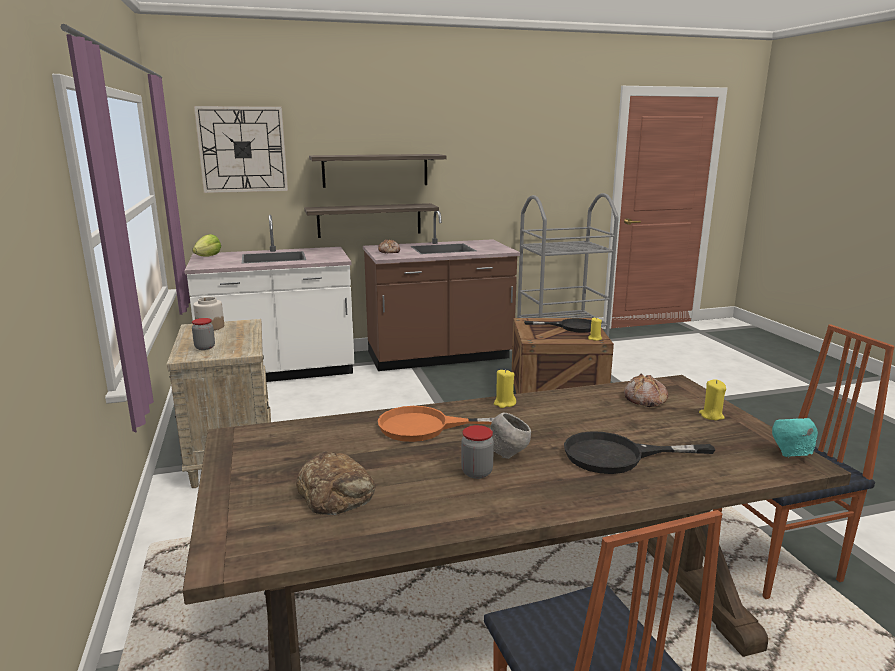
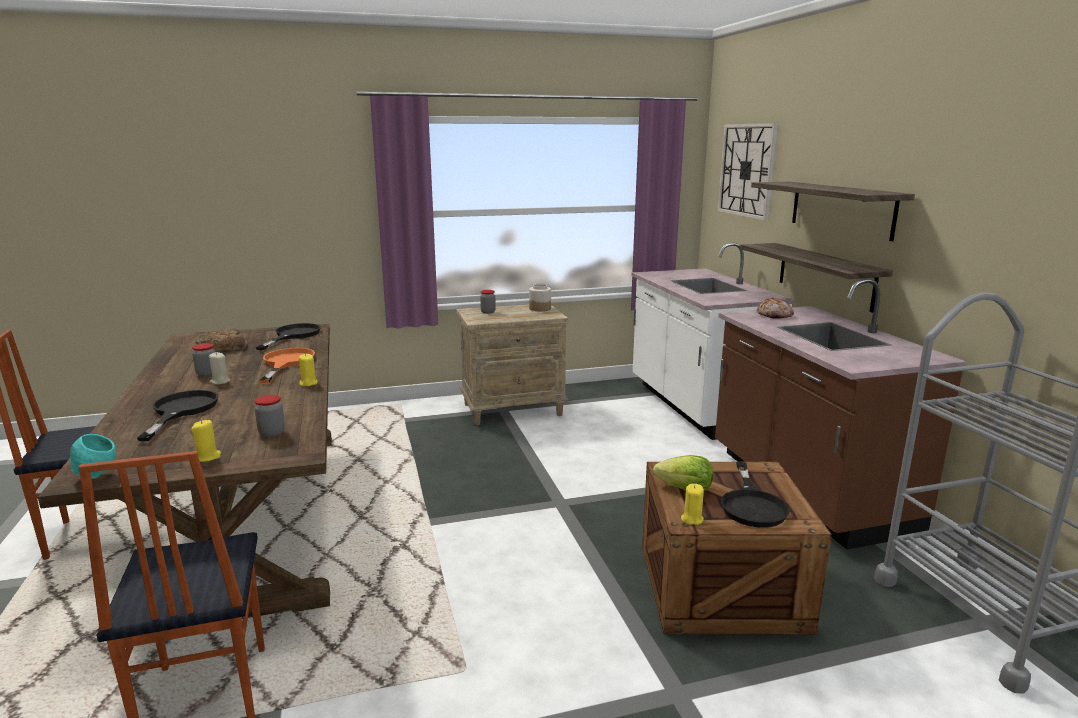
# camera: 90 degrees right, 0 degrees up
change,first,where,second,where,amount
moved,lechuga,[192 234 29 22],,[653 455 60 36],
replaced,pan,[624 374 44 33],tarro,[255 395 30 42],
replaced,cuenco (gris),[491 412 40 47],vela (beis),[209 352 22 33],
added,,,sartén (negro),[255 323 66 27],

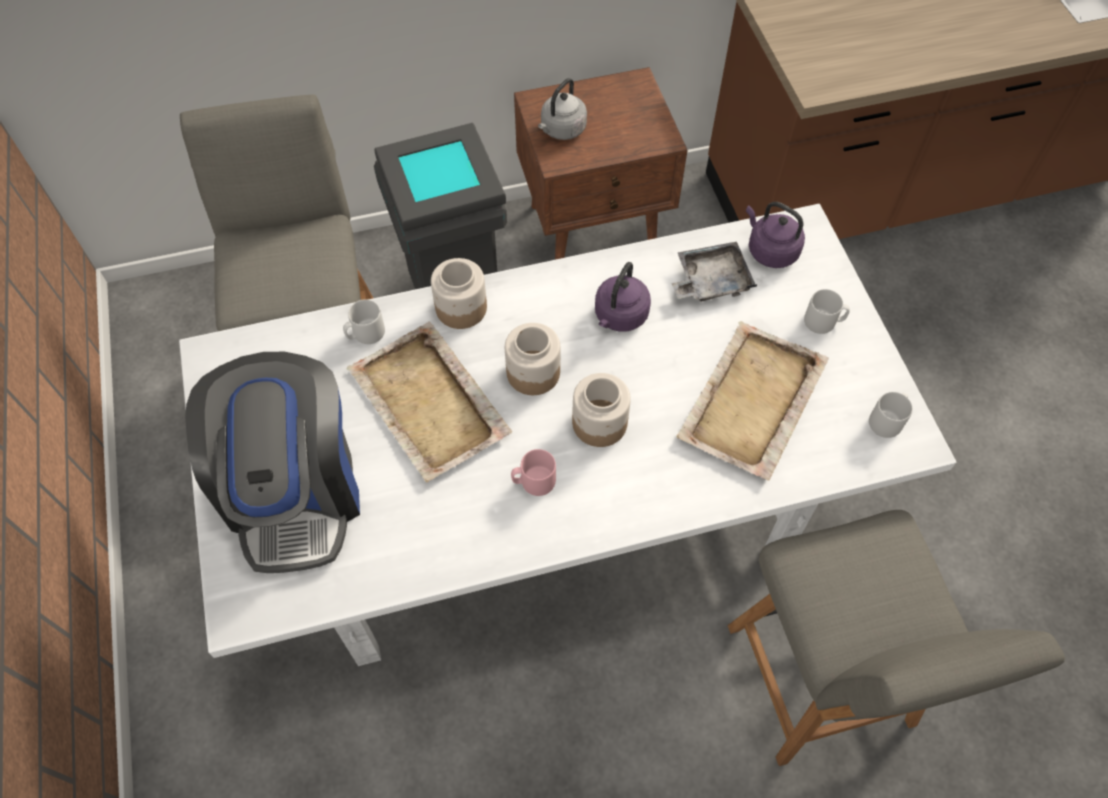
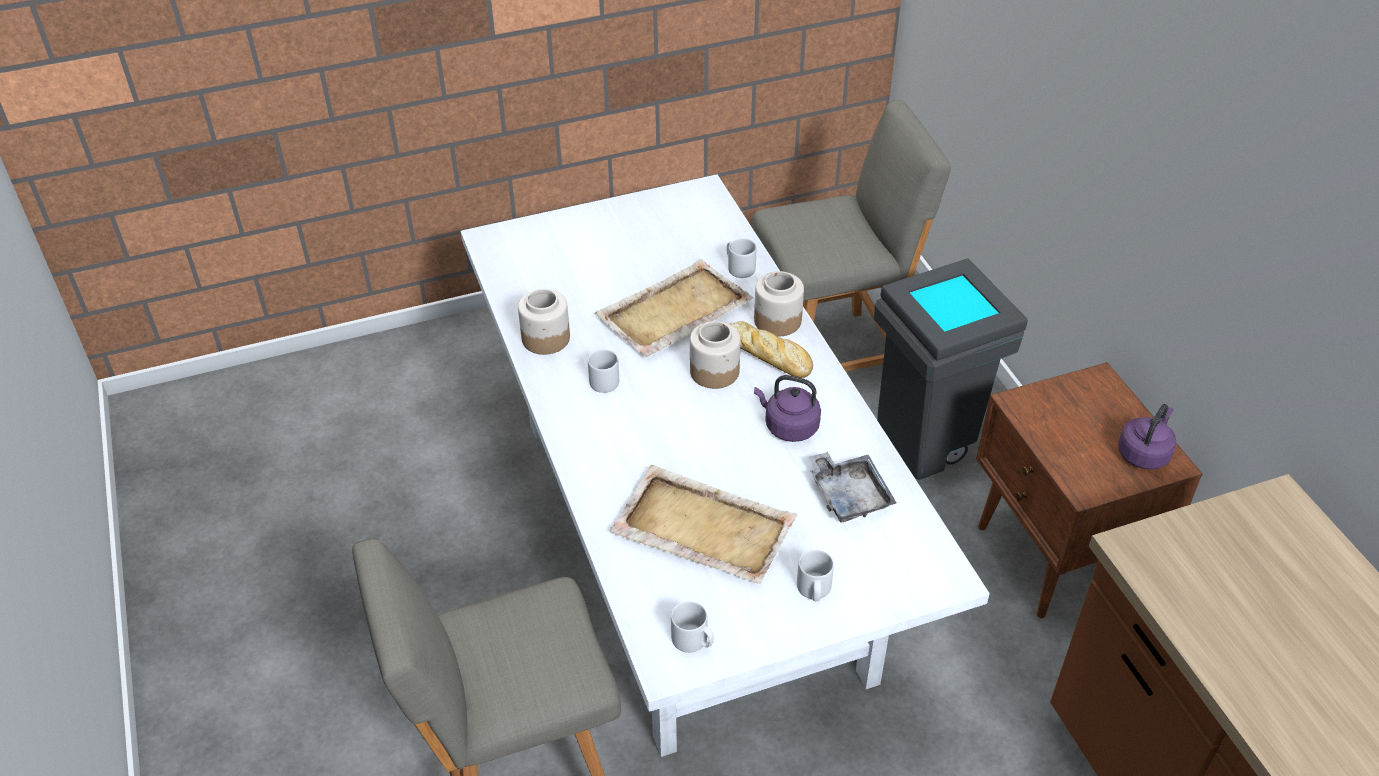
# camera: 85 degrees right, 15 degrees down
change,first,where,second,where,amount
removed,hervidor (gris),[538 78 49 62],,,
moved,hervidor (morado),[746 202 59 66],,[1118 404 58 66],
removed,cafetera,[185 352 175 221],,,
moved,tarro,[572 373 59 74],,[518 289 52 66],
recoloured,taza grande (rosa),[511 449 45 47],taza grande (gris),[588 349 31 44],
added,,,pan,[730 321 83 57],

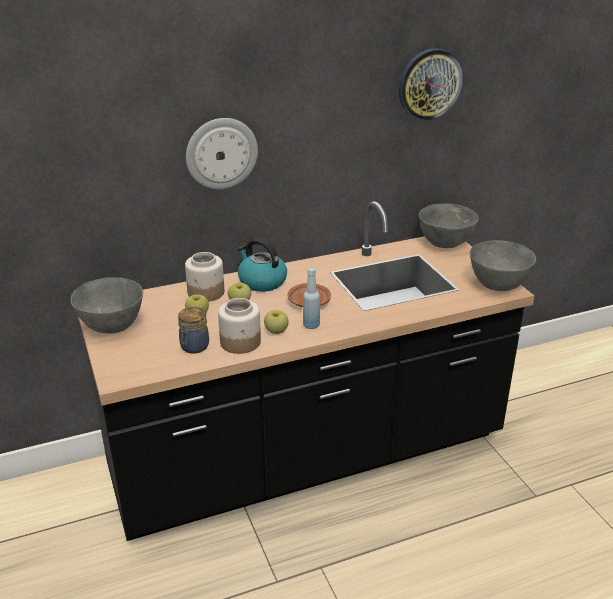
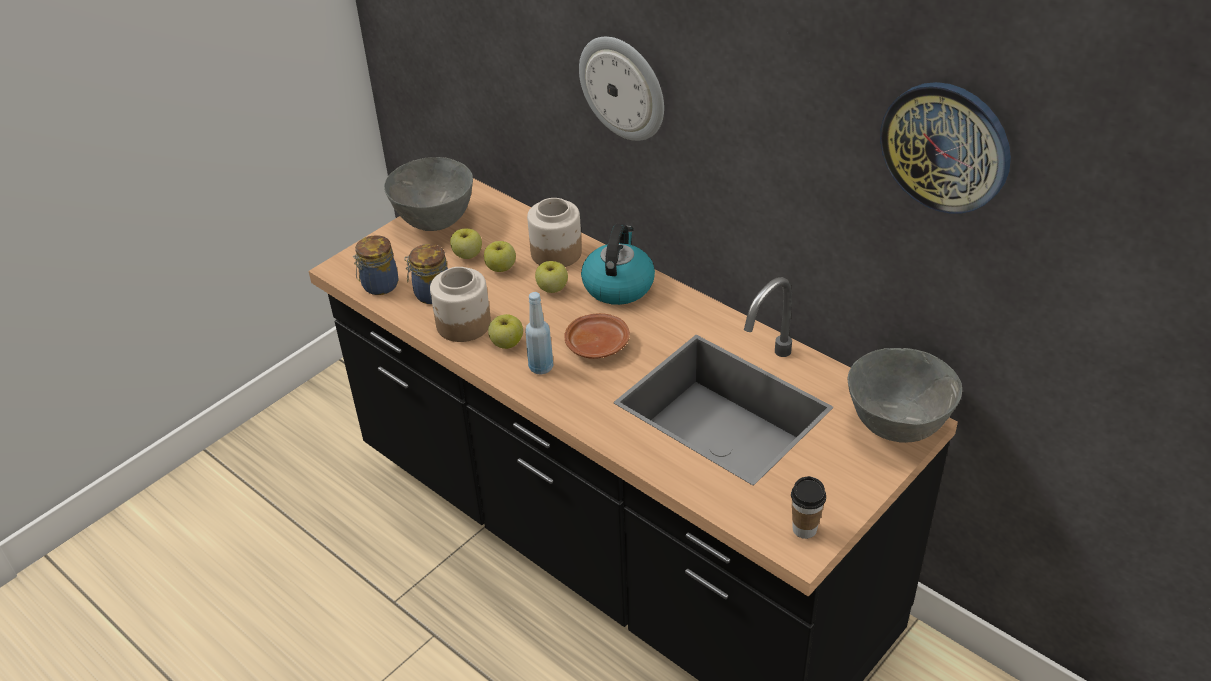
# camera: 65 degrees right, 10 degrees up
change,first,where,second,where,amount
replaced,cuenco (gris),[470 240 66 51],taza,[791 476 35 63],
added,,,manzana,[450 229 32 30],
added,,,tarro,[353 235 46 60],

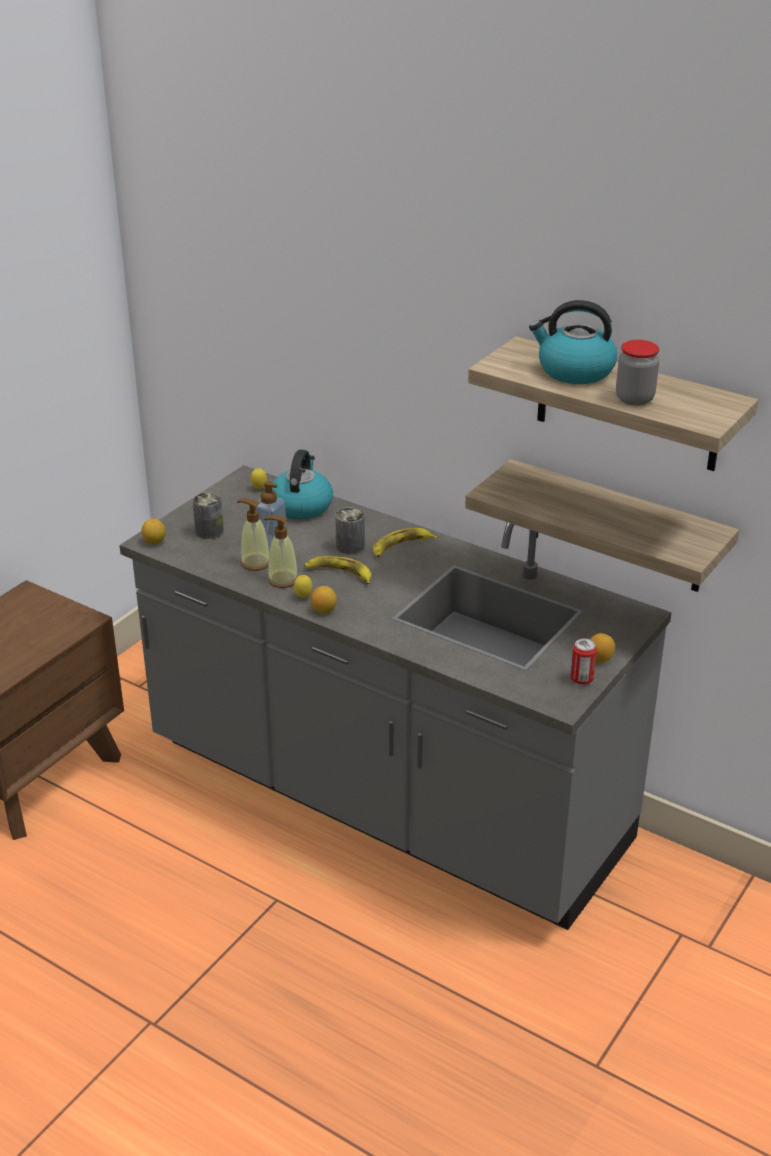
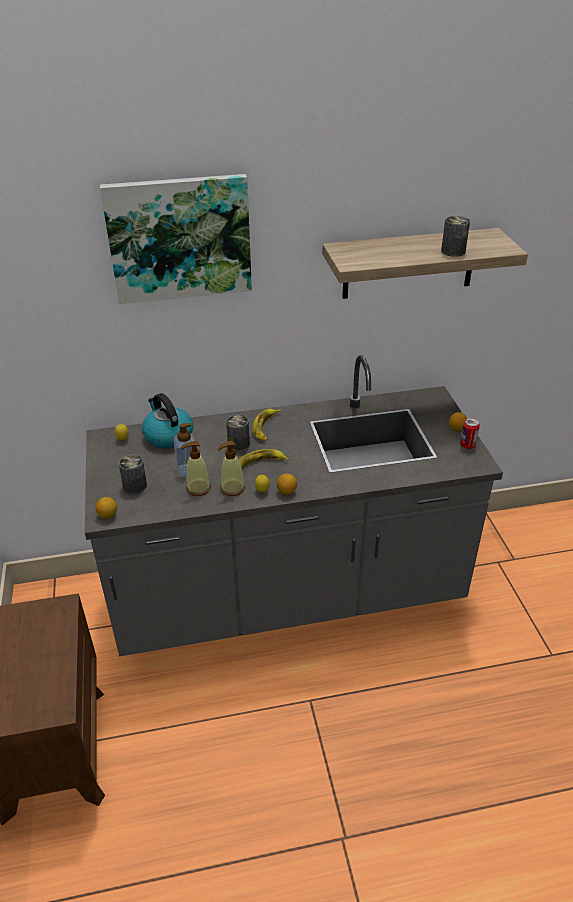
# camera: 45 degrees left, 5 degrees up
change,first,where,second,where,amount
removed,hervidor,[529 300 88 84],,,
replaced,tarro,[616 340 43 66],lata,[441 216 29 41],
removed,estante,[465 459 274 133],,,
added,,,cuadro,[100 174 152 130],

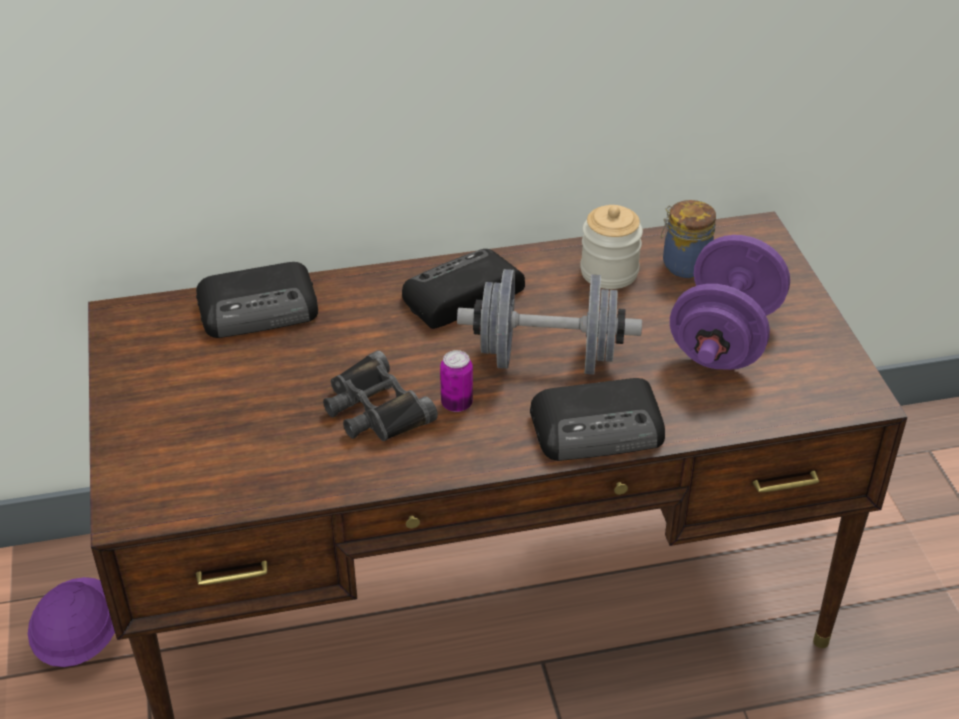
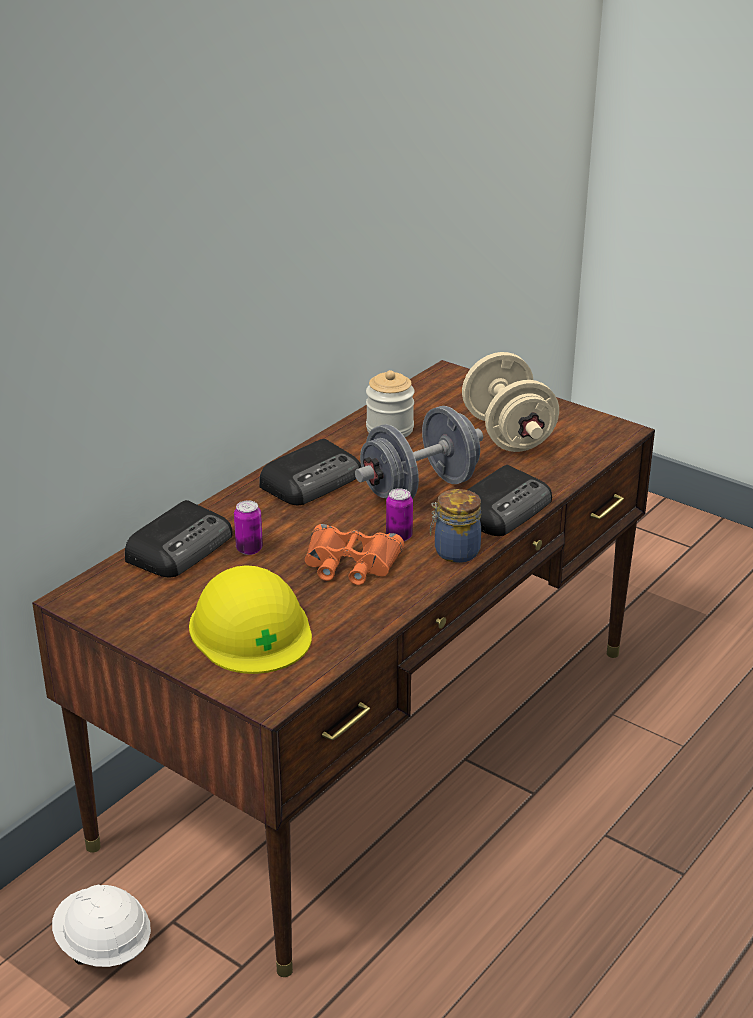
# camera: 40 degrees left, 10 degrees down
change,first,where,second,where,amount
moved,tarro,[661 200 55 78],,[430 489 51 74],
recoloured,mancuerna (morado),[670 235 120 135],mancuerna (beis),[462 352 97 100],
turned,radio,[402 249 123 80],,[259 439 102 66],150 degrees counterclockwise
recoloured,prismáticos (negro),[323 350 115 91],prismáticos (naranja),[305 524 99 61],
recoloured,casco (morado),[28 577 87 90],casco (blanco),[52 884 99 83],
added,,,lata,[234 500 29 55],
added,,,casco (amarillo),[189 565 123 109],

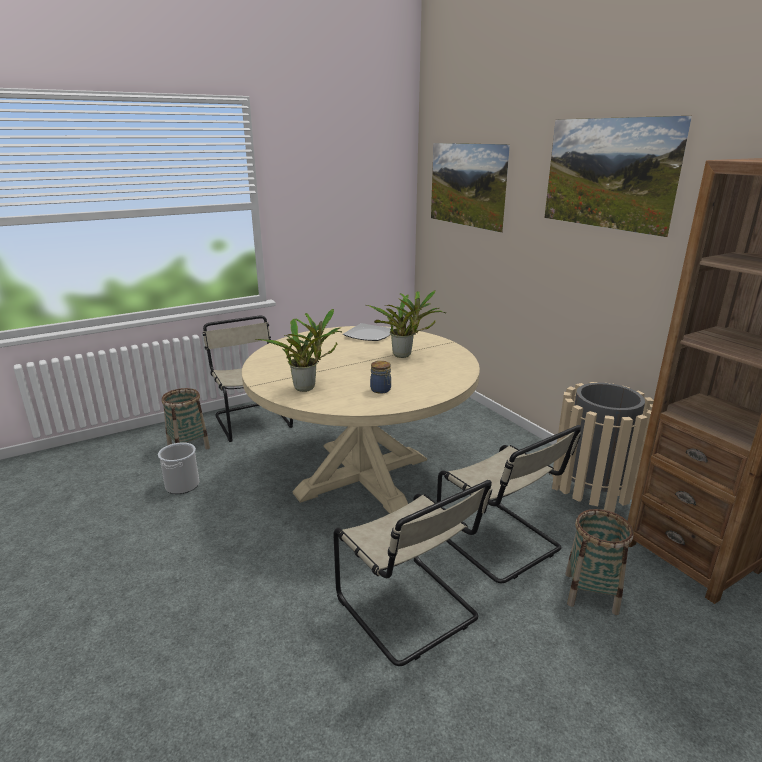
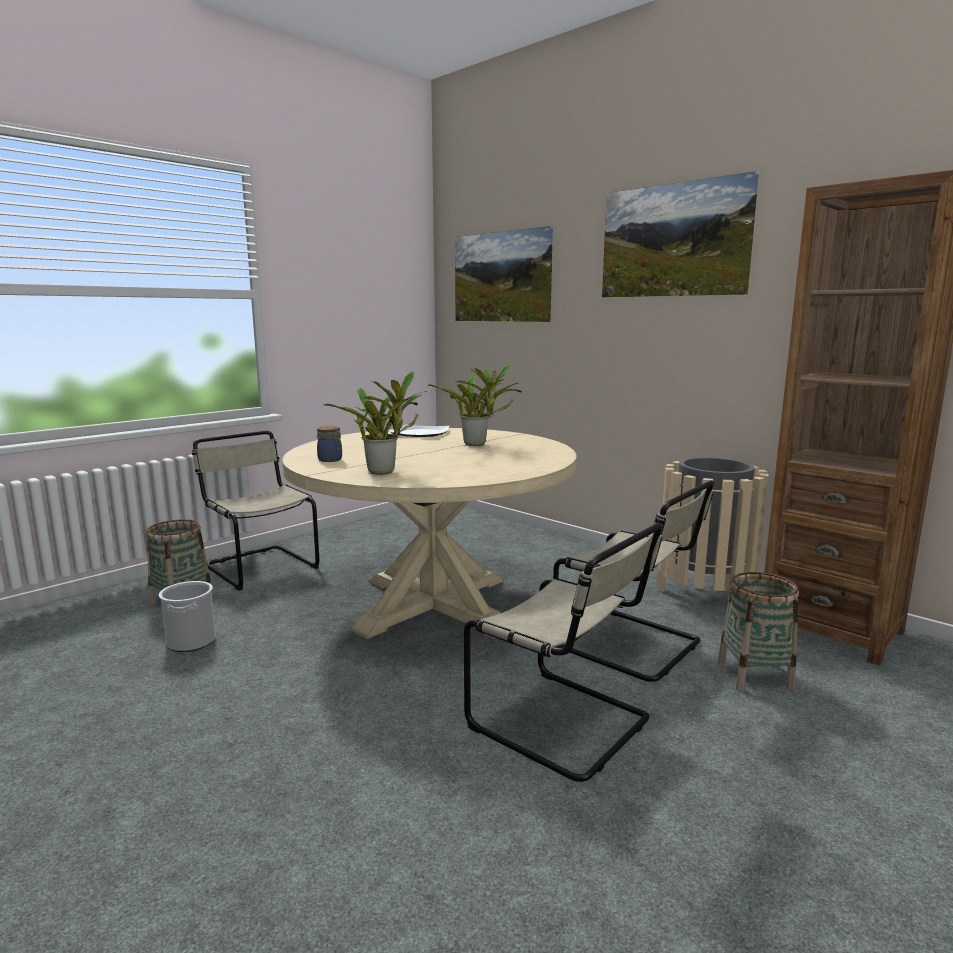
# camera: 15 degrees left, 10 degrees down
change,first,where,second,where,amount
moved,tarro,[370 361 21 33],,[317 426 25 36],

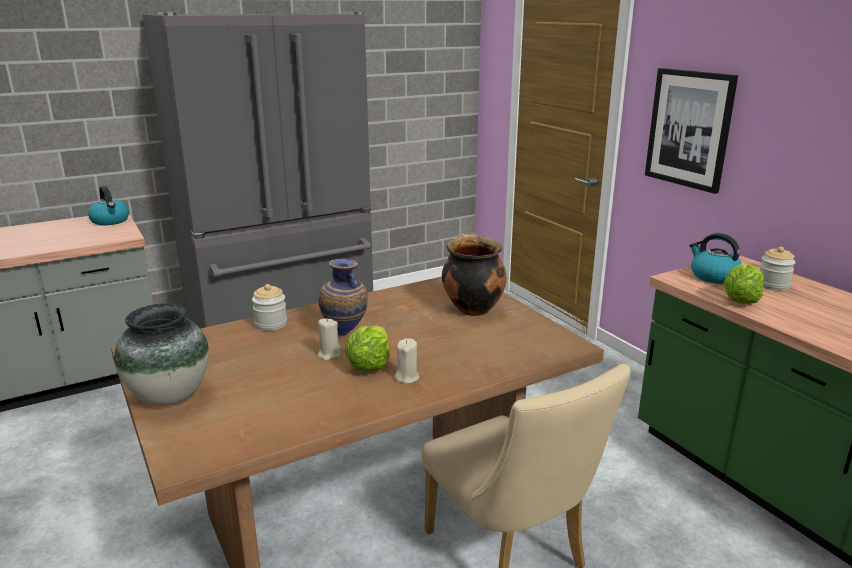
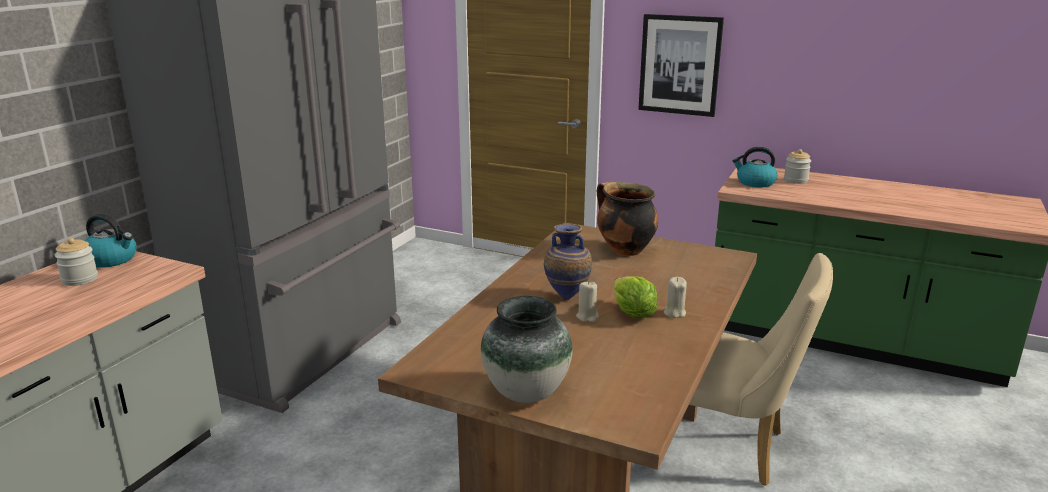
# camera: 35 degrees left, 0 degrees up
change,first,where,second,where,amount
removed,lechuga,[723 265 41 39],,,
moved,tarro,[252 284 35 47],,[55 238 43 48],

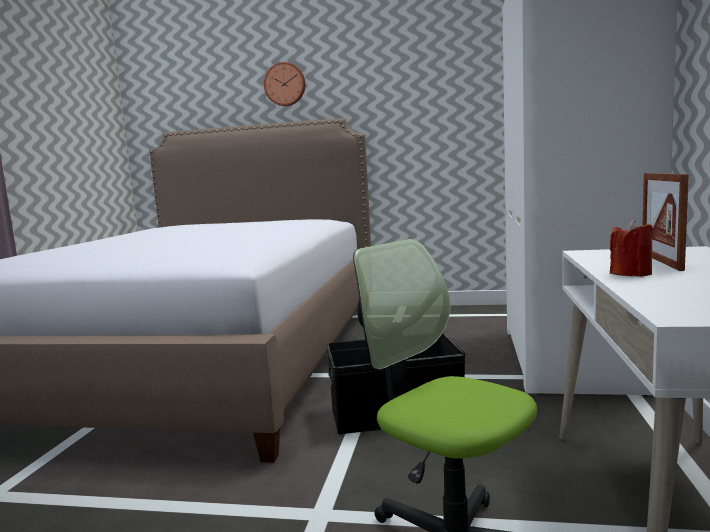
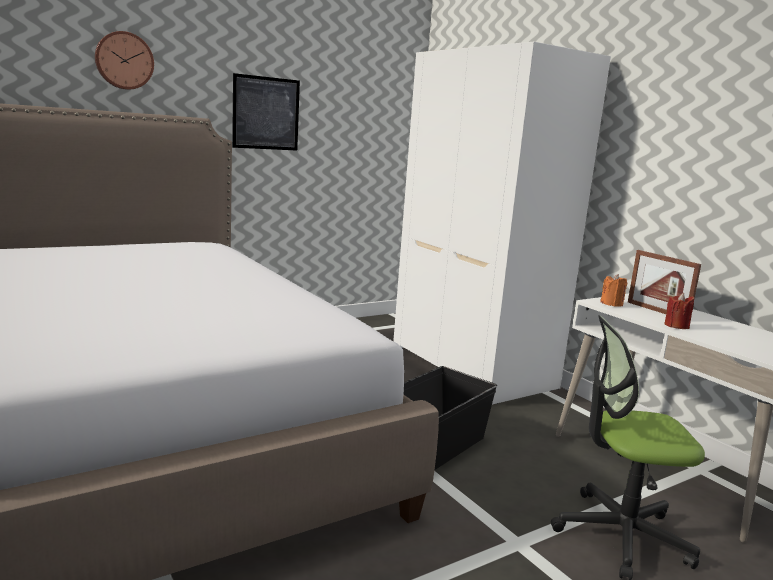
# camera: 45 degrees left, 5 degrees up
change,first,where,second,where,amount
added,,,cuadro,[232 73 68 78],
added,,,vela (naranja),[600 274 27 33],

